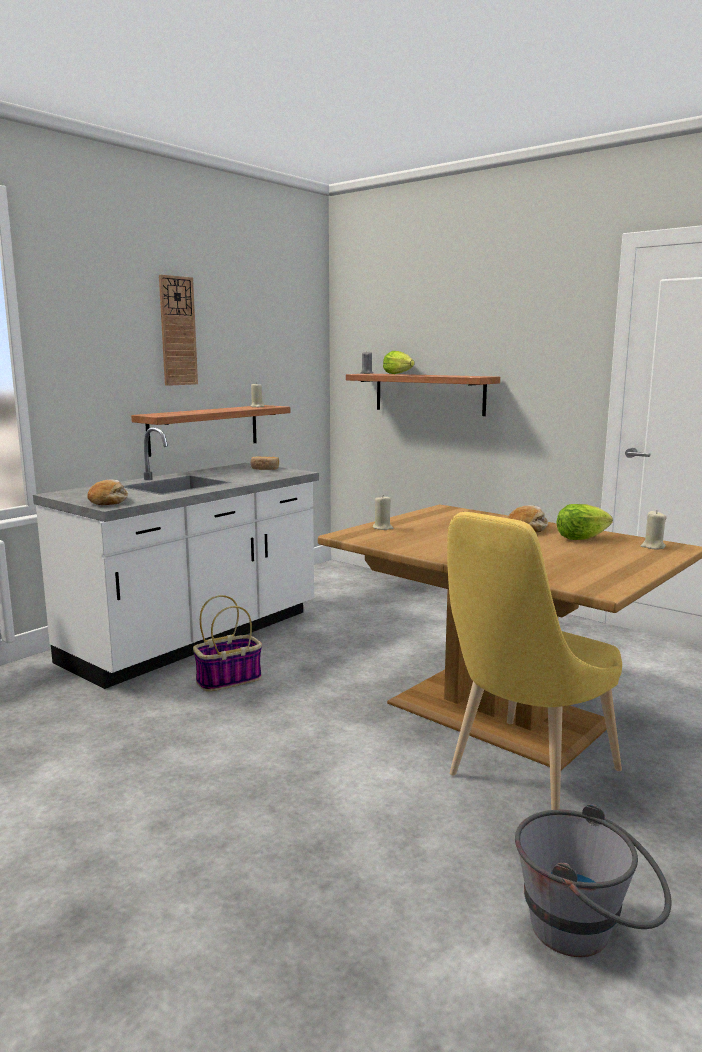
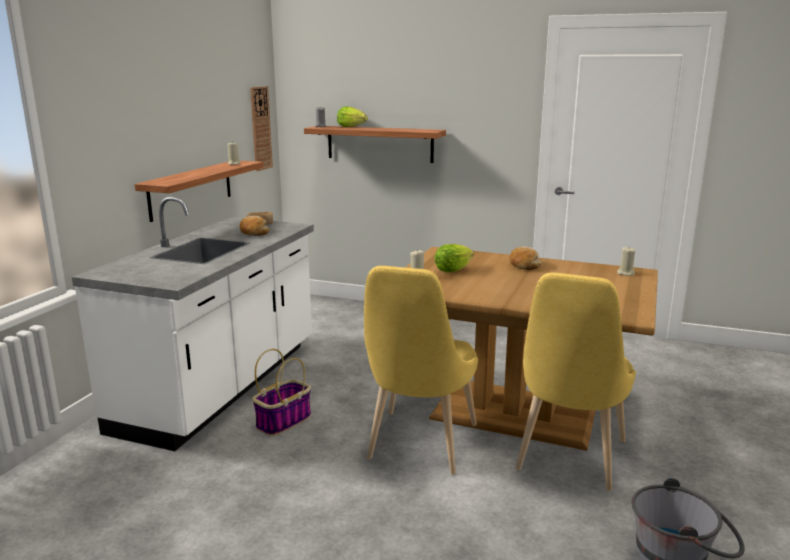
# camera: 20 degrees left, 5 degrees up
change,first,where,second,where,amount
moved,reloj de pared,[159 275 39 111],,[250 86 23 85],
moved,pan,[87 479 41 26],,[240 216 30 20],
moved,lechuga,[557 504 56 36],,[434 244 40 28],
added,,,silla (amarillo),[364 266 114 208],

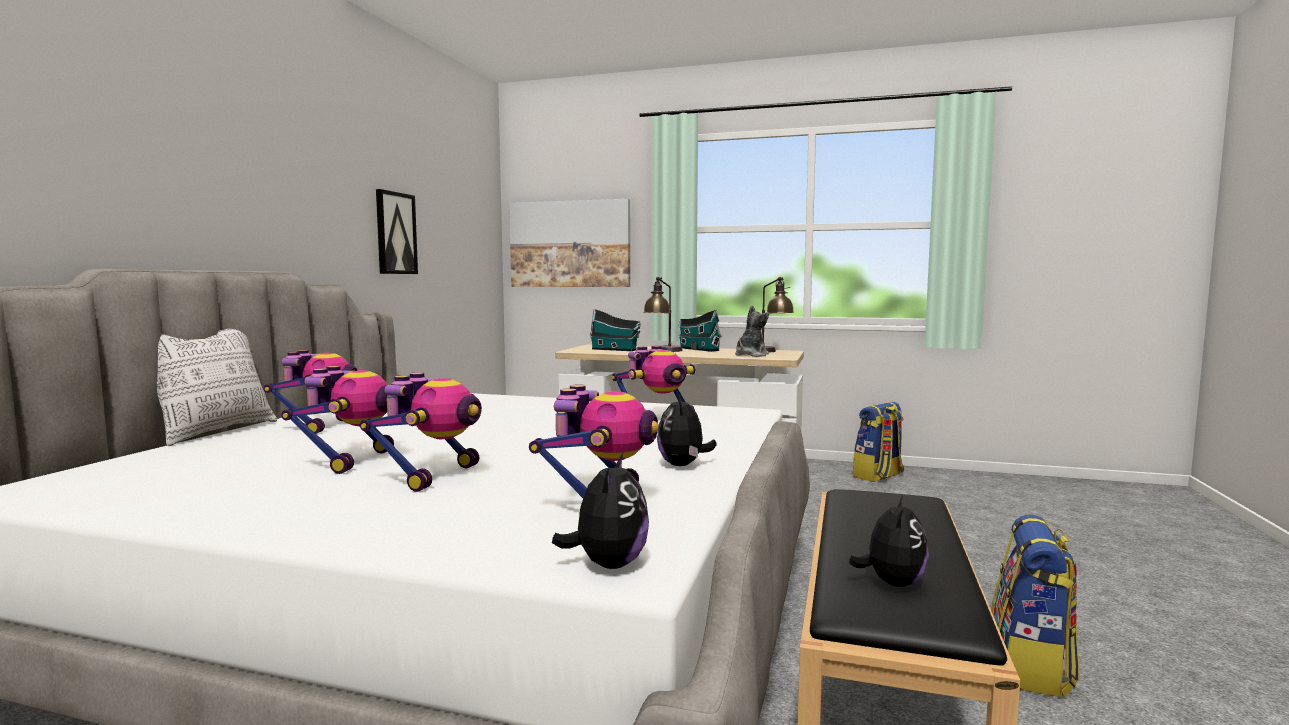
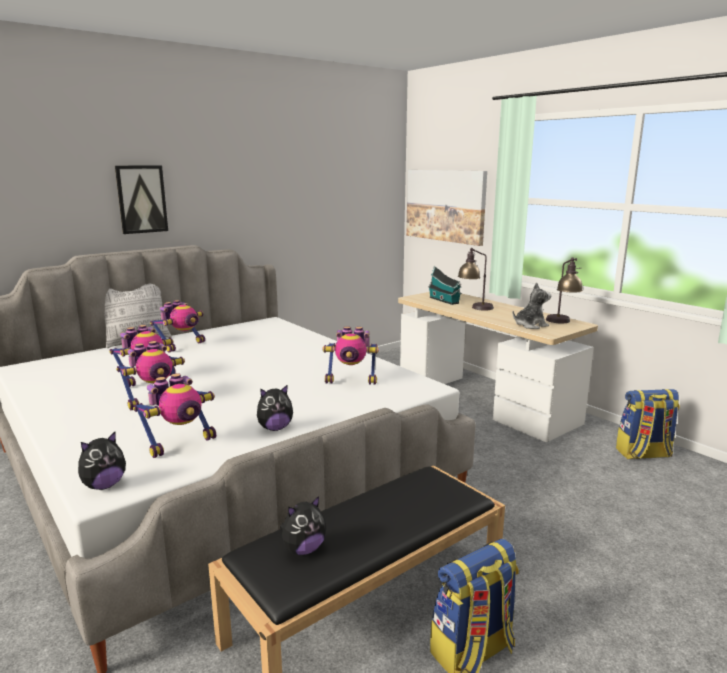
# camera: 35 degrees right, 10 degrees up
change,first,where,second,where,amount
moved,cuadro,[376 189 42 85],,[115 165 53 69],
removed,casita,[678 309 44 43],,,
turned,peluche,[657 394 59 72],,[257 385 36 46],150 degrees counterclockwise

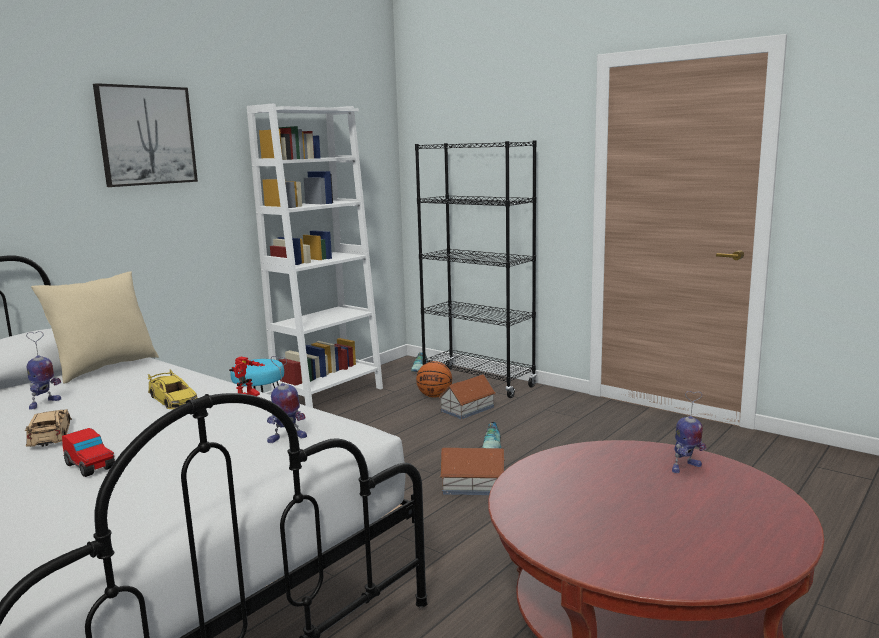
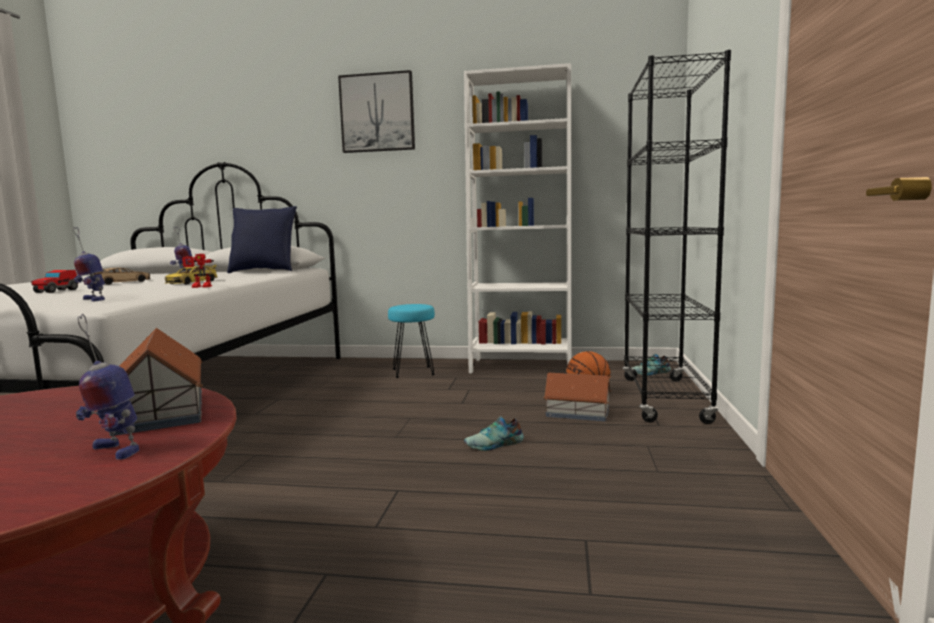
# camera: 60 degrees right, 5 degrees down
change,first,where,second,where,amount
recoloured,cojín (beis),[31 271 128 113],cojín (azul),[227 206 70 67],
moved,casita,[440 448 65 47],,[109 328 94 108],

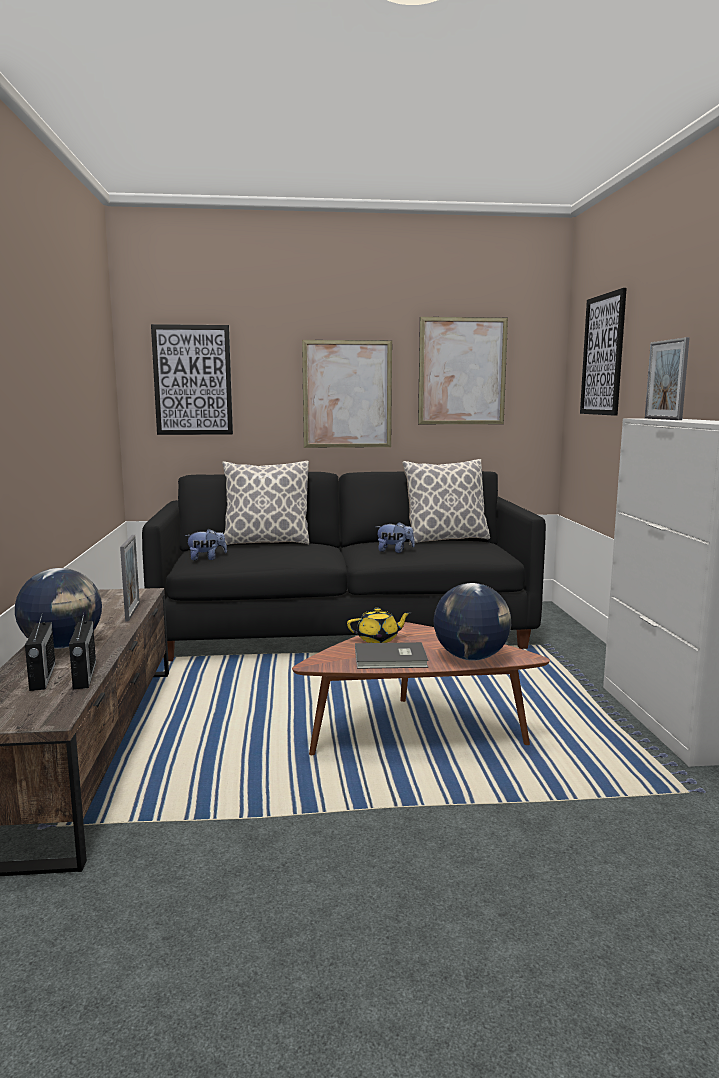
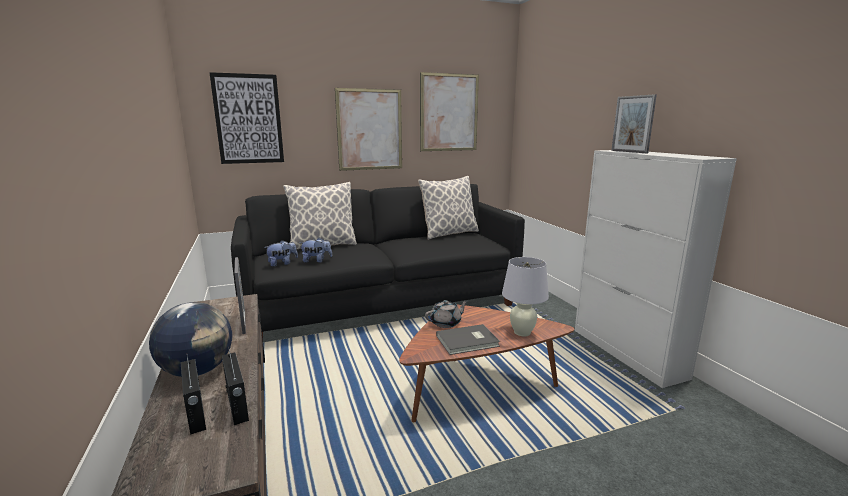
# camera: 15 degrees left, 5 degrees up
change,first,where,second,where,amount
removed,cuadro,[580 288 47 128],,,
moved,peluche,[376 522 39 31],,[300 238 32 25],
replaced,globo terráqueo,[434 583 77 78],lámpara de mesa (blanco),[502 257 47 80],
recoloured,tetera (amarillo),[347 608 64 35],tetera (gris),[425 300 43 28],

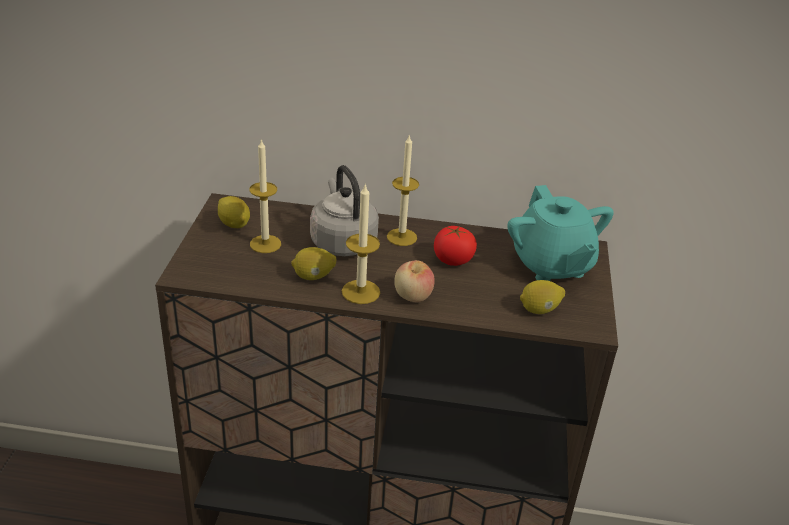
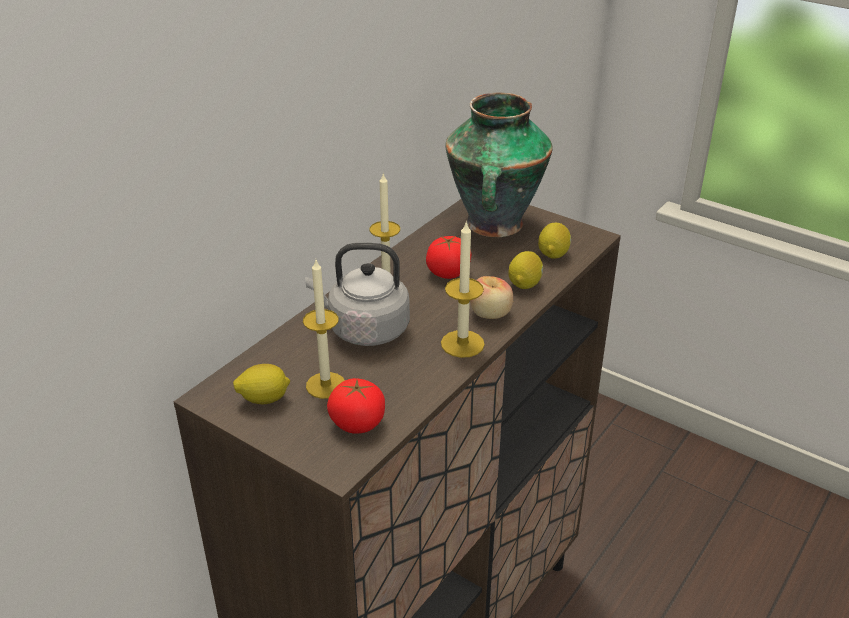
# camera: 60 degrees left, 0 degrees up
change,first,where,second,where,amount
replaced,tetera (turquesa),[507 185 107 96],florero,[445 93 108 144],
moved,limón,[291 247 45 33],,[508 251 35 38],
added,,,tomate,[327 378 58 56],

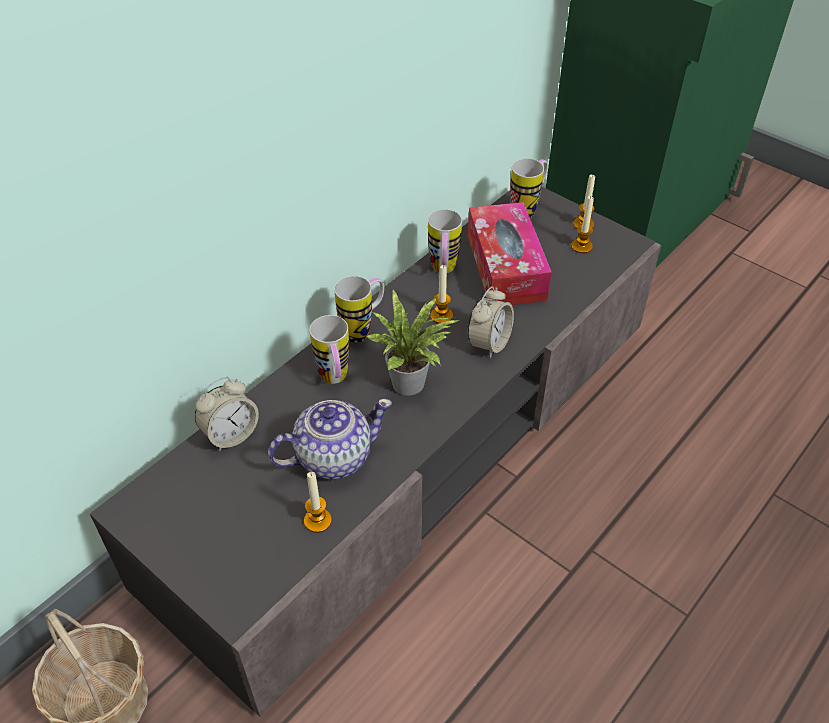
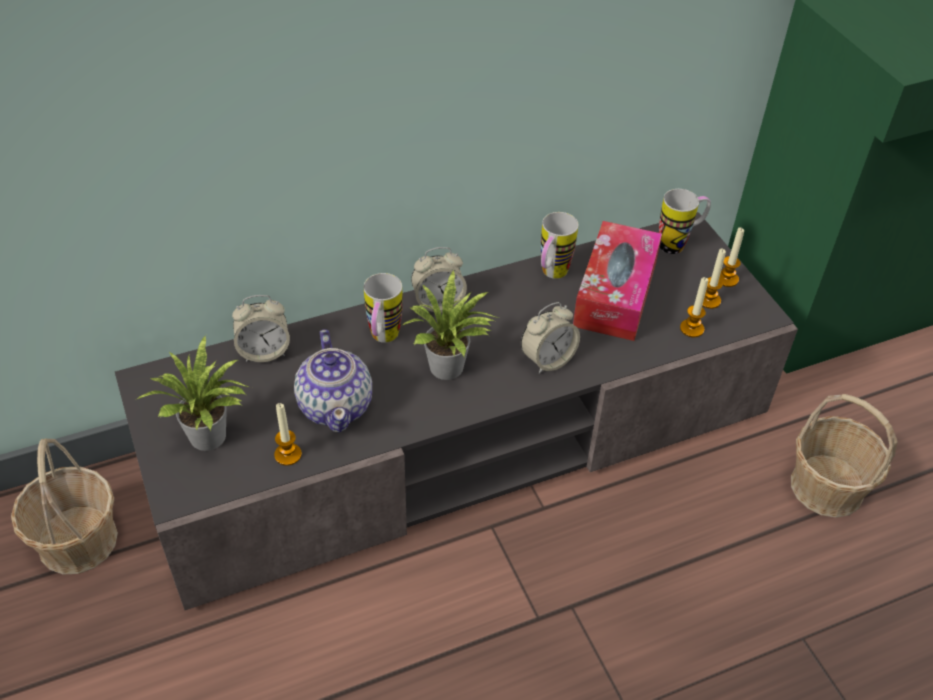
# camera: 25 degrees right, 0 degrees up
change,first,where,second,where,amount
moved,vela,[430 265 23 59],,[680 277 28 61],
replaced,taza grande,[334 276 50 67],despertador,[411 247 56 65],
turned,tetera,[268 399 124 80],,[294 329 78 104],75 degrees clockwise
added,,,planta en maceta,[135 335 114 116],
added,,,cesta,[791 394 107 124],

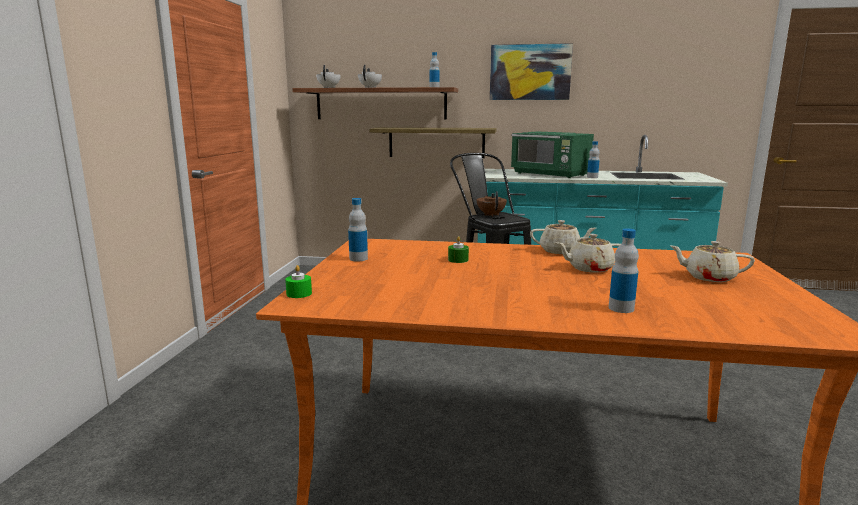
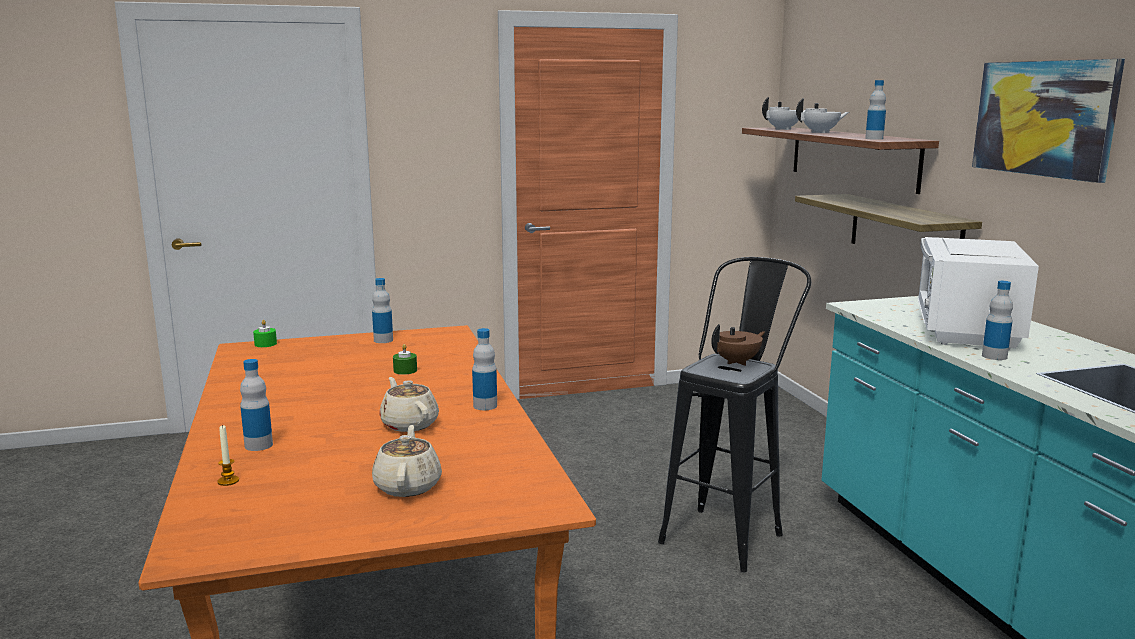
# camera: 65 degrees right, 0 degrees up
change,first,where,second,where,amount
recoloured,microondas (verde),[511 132 83 46],microondas (blanco),[918 237 121 113],
replaced,tetera (beis),[530 220 66 34],botella,[472 328 25 82],
added,,,vela,[217 425 22 61],

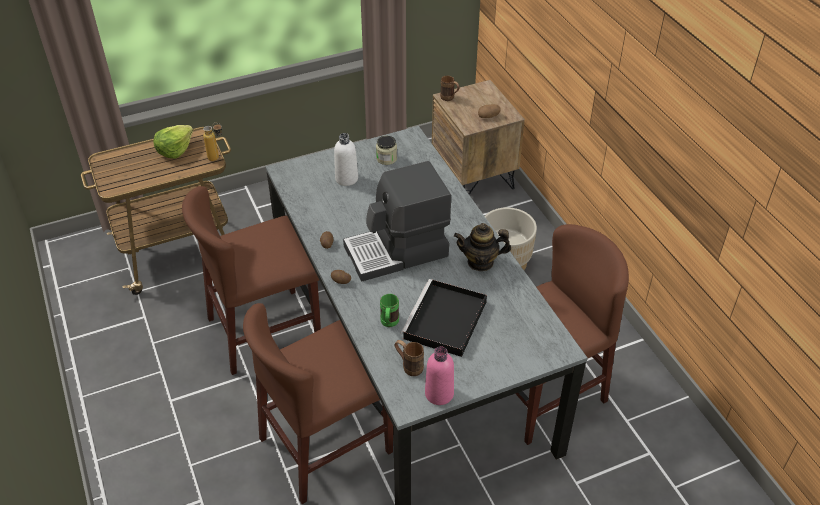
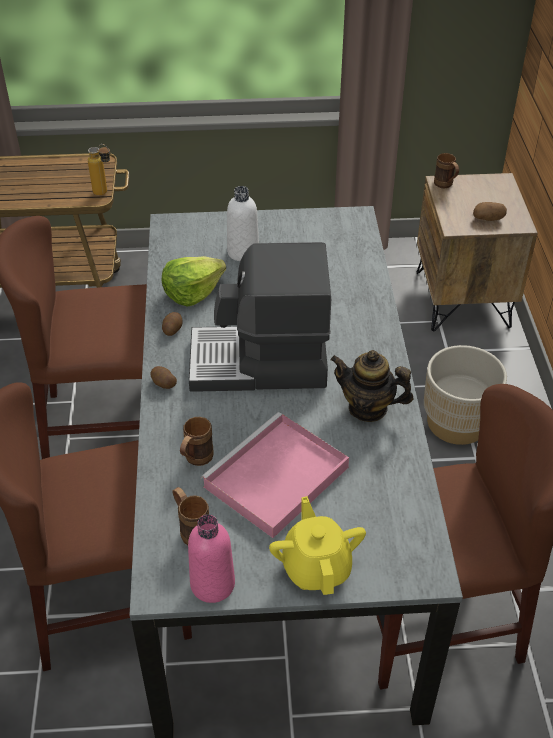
# camera: 20 degrees right, 0 degrees up
change,first,where,second,where,amount
moved,lechuga,[153 125 40 34],,[162 256 64 51],
removed,tarro,[376 136 21 29],,,
recoloured,bandeja (negro),[401 279 86 78],bandeja (rosa),[201 412 148 126],
recoloured,taza grande (verde),[380 294 19 33],taza grande (marrón),[180 417 34 49],
added,,,tetera (amarillo),[269 496 97 99],

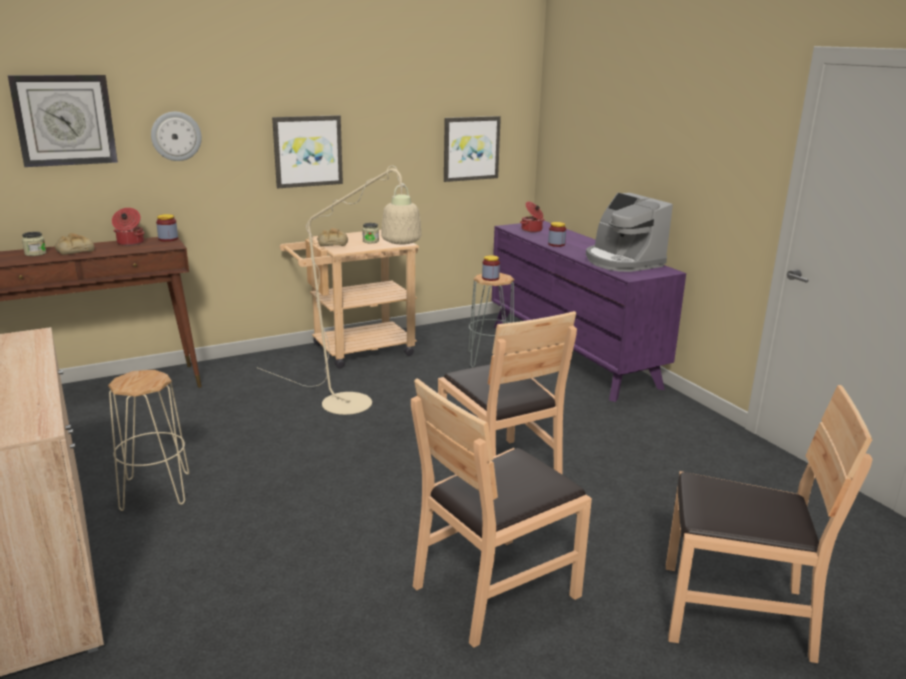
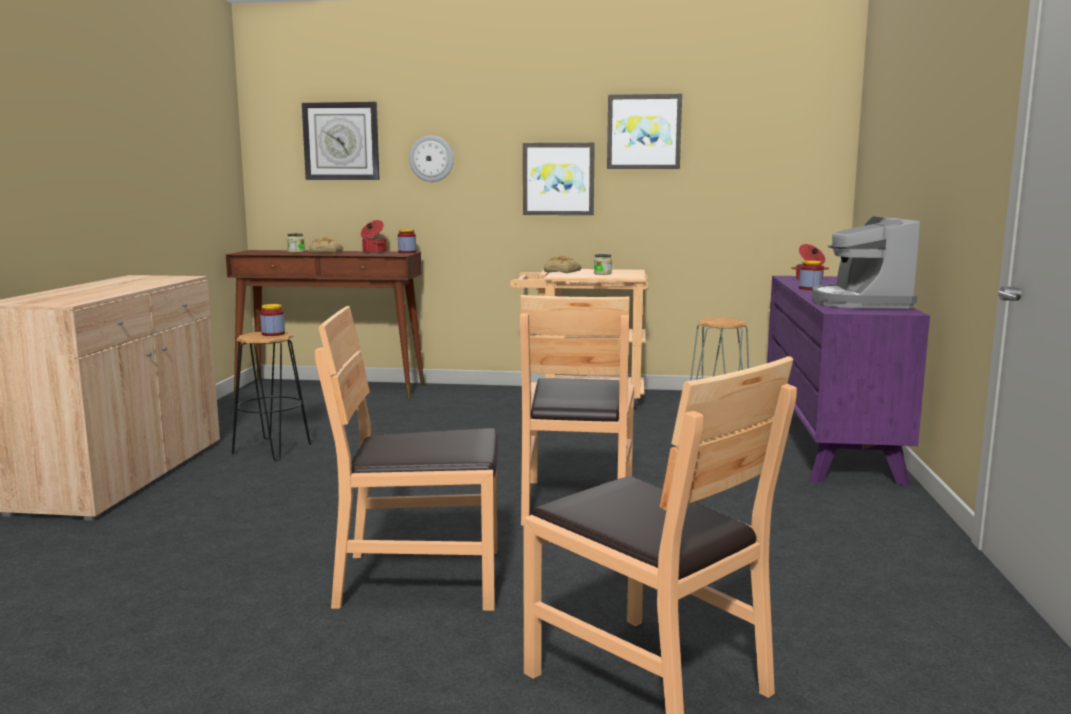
# camera: 35 degrees right, 10 degrees down
change,first,where,second,where,amount
moved,cuadro,[444 116 57 66],,[607 94 75 75],
removed,lámpara de pie (beis),[256 166 166 249],,,
moved,tarro,[482 255 18 26],,[260 304 25 32],
recoloured,taburete (beis),[108 370 81 141],taburete (negro),[232 332 79 129],

